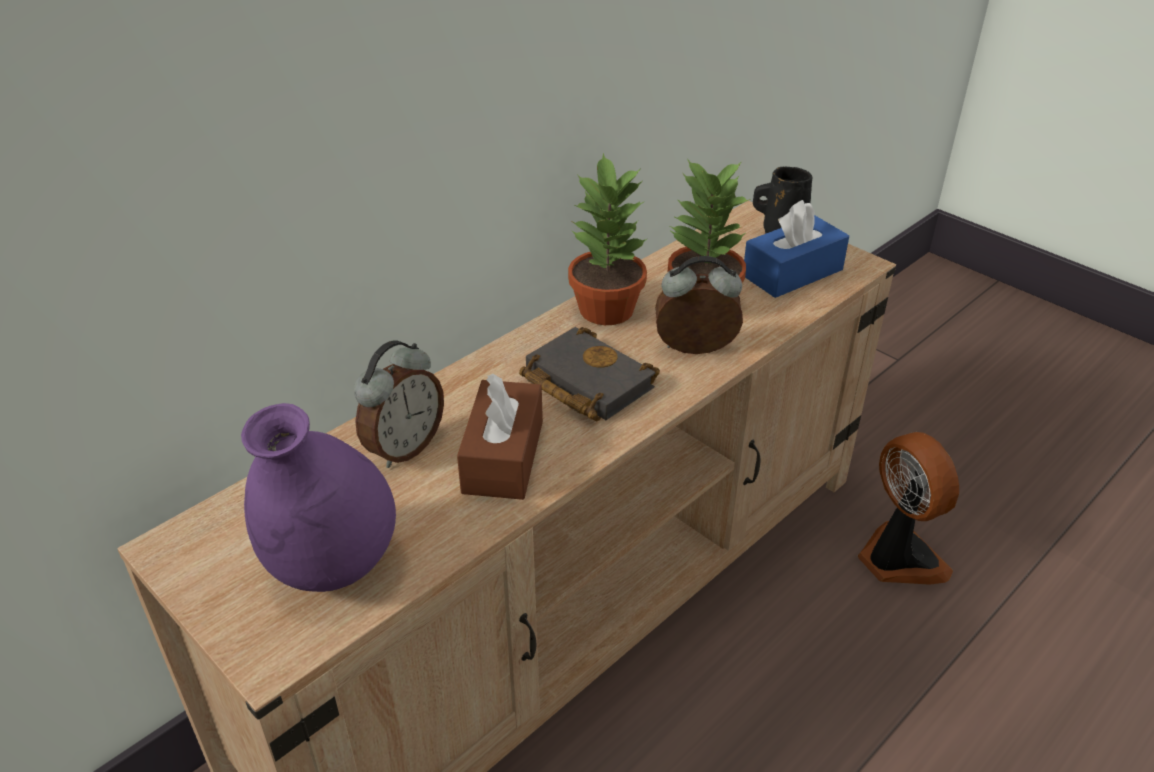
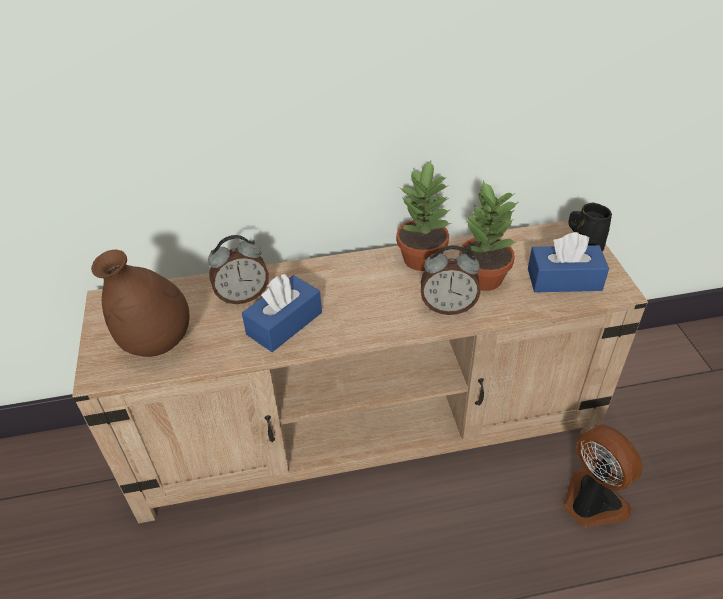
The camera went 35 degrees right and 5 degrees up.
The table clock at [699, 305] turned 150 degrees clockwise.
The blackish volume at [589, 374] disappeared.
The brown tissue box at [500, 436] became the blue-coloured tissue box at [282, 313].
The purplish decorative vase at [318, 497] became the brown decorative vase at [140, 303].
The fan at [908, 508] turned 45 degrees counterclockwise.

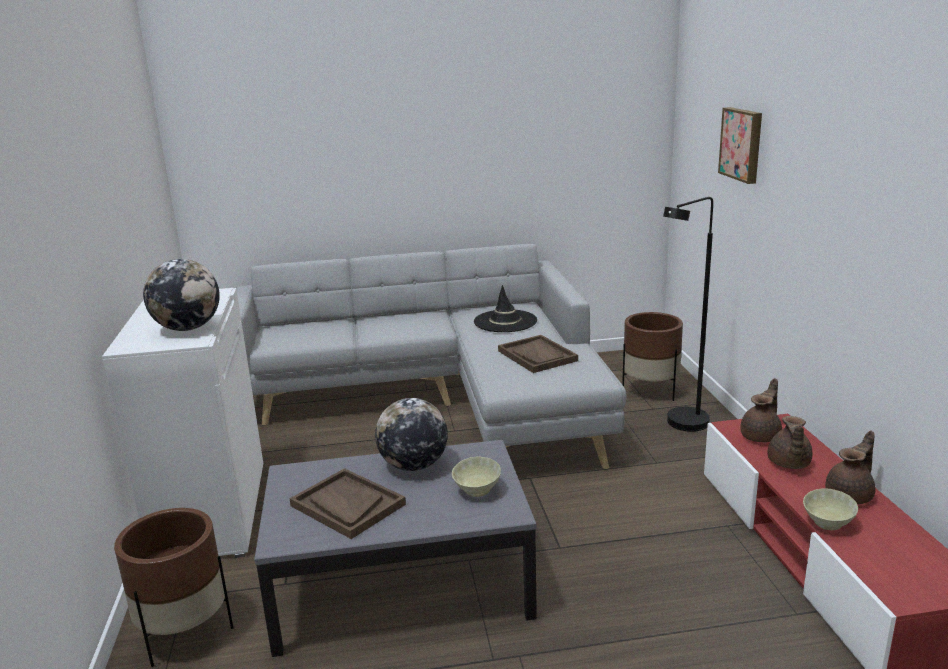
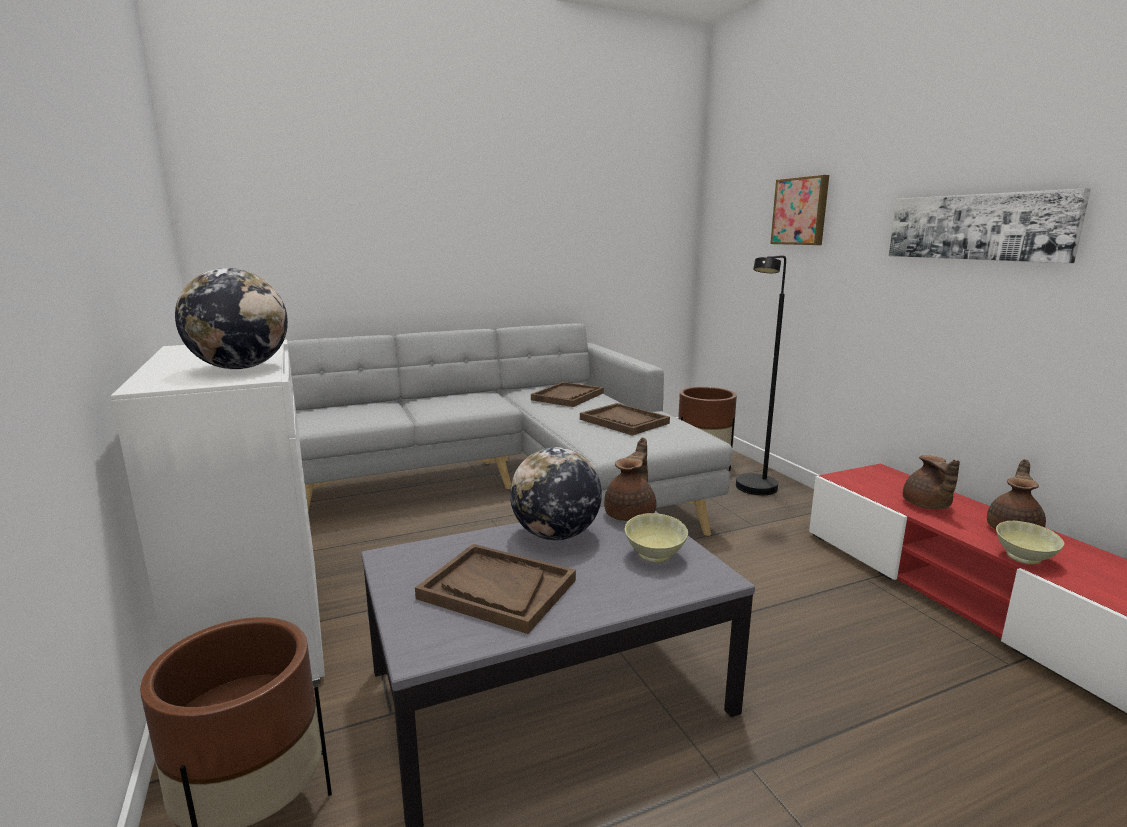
The camera went 15 degrees left and 5 degrees down.
The blackish wearable hat at [505, 308] was replaced by the brown serving tray at [567, 394].
The brown pot for tea moved from [761, 410] to [630, 479].
The picture at [990, 225] appeared.

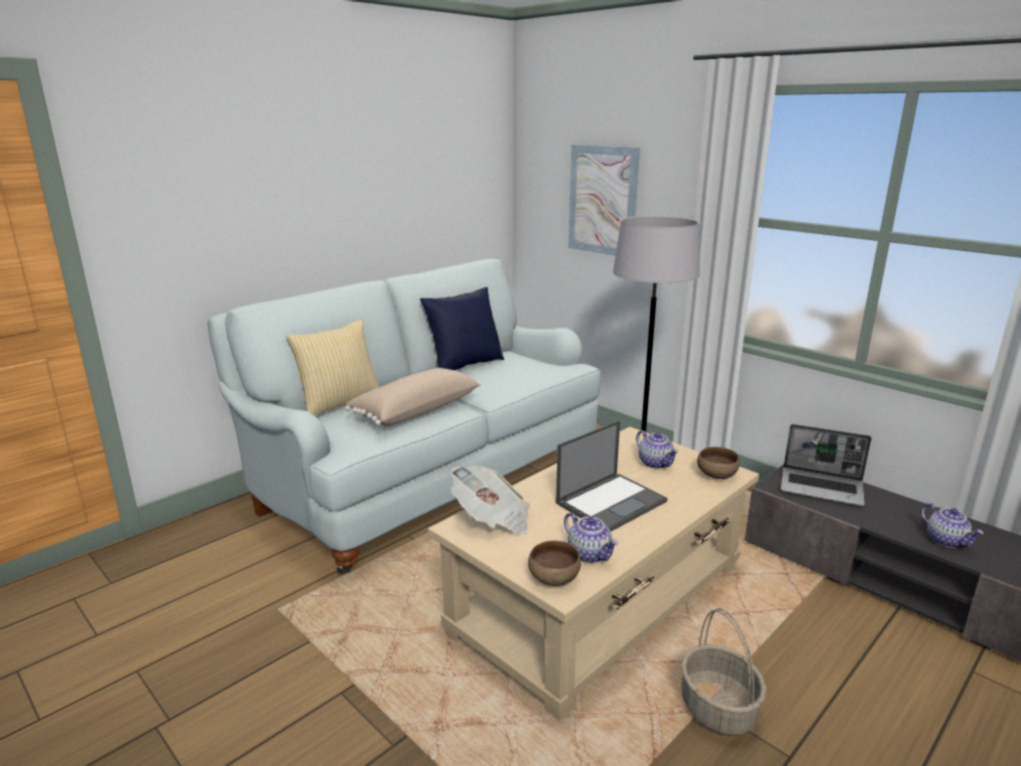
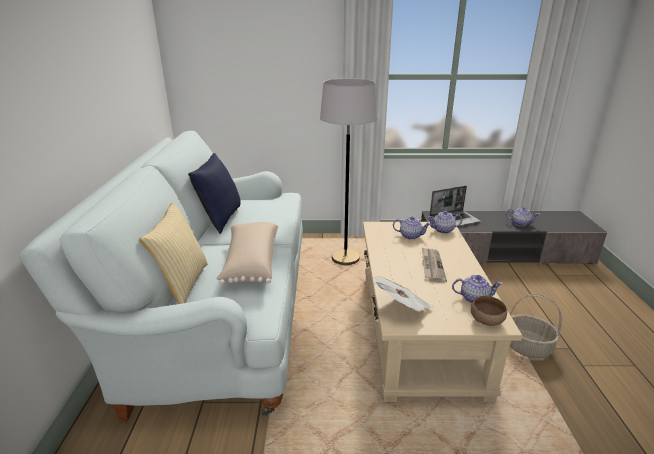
The camera went 45 degrees left and 5 degrees up.
The picture at [604, 200] disappeared.
The portable computer at [612, 475] was replaced by the daily paper at [434, 265].
The brown deep dish at [718, 463] was replaced by the pot for tea at [445, 222].

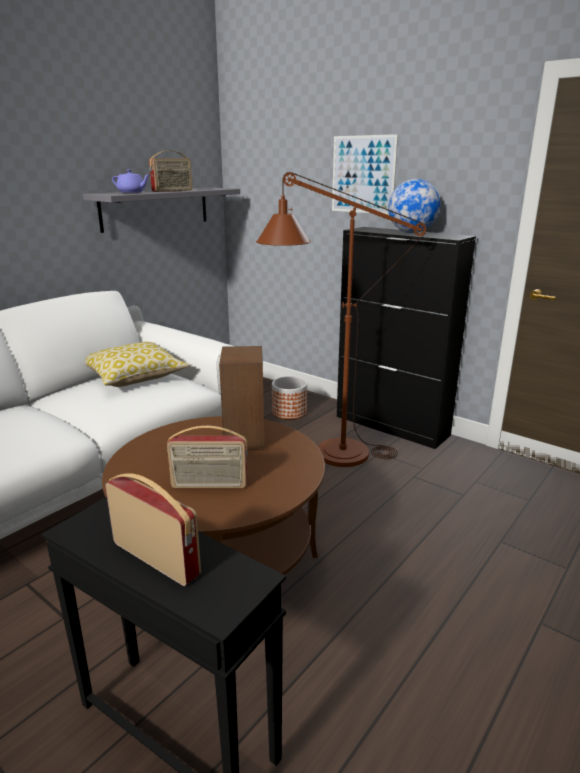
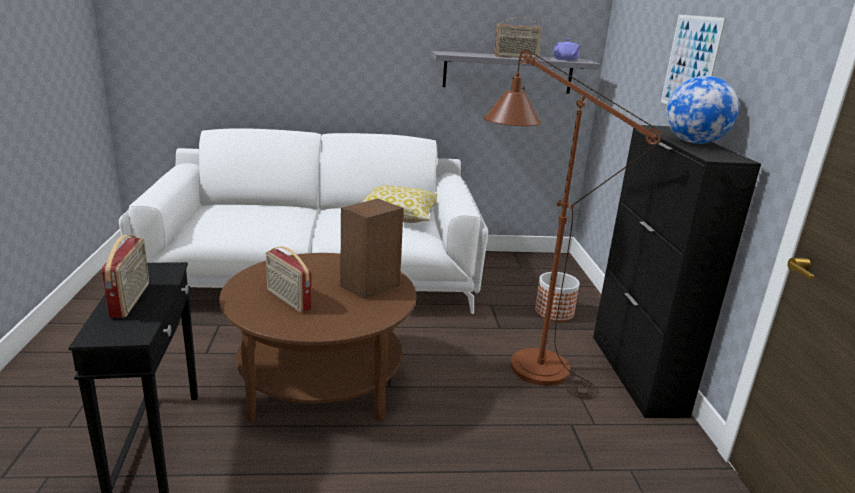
The camera went 45 degrees right and 0 degrees up.
The purplish pot for tea moved from [130, 181] to [567, 50].

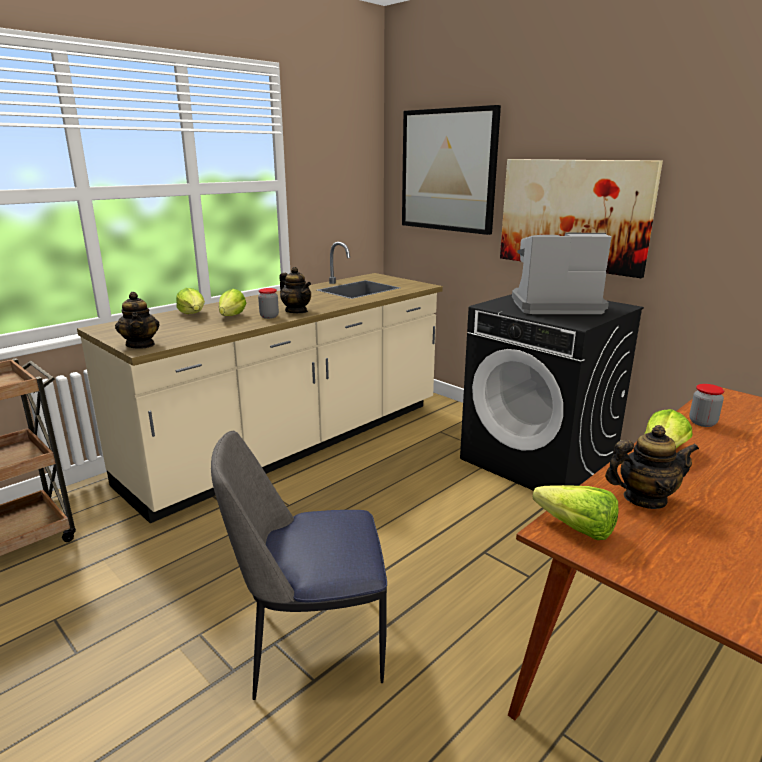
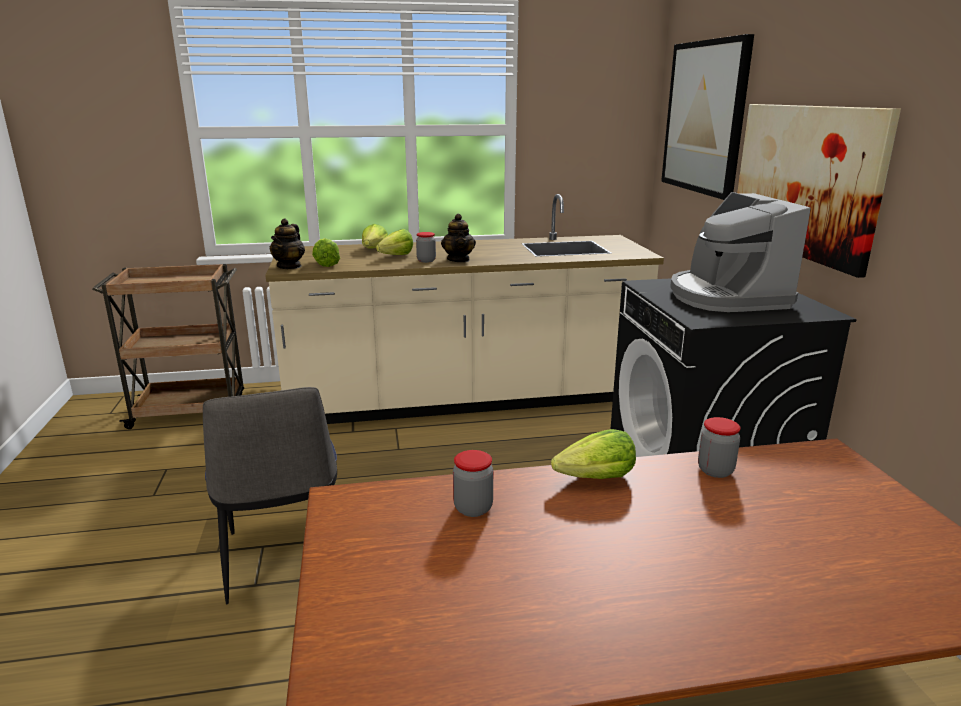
The camera went 35 degrees right and 0 degrees up.
The coffee machine at [562, 273] turned 135 degrees counterclockwise.
The pot for tea at [652, 467] was replaced by the preserve jar at [473, 483].
The chair at [299, 565] turned 135 degrees counterclockwise.
The head of lettuce moved from [576, 512] to [326, 252].

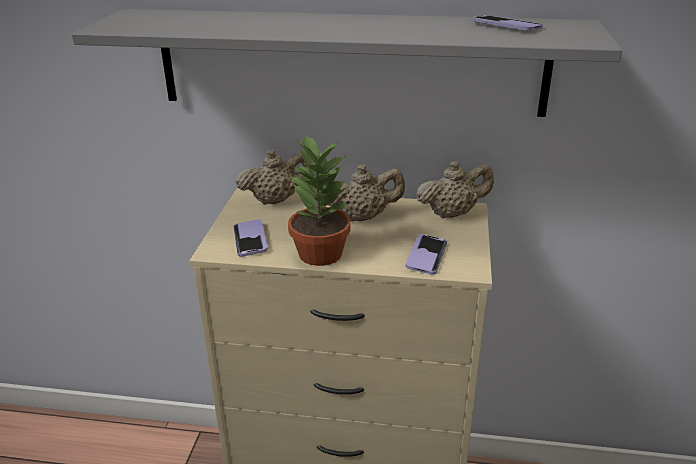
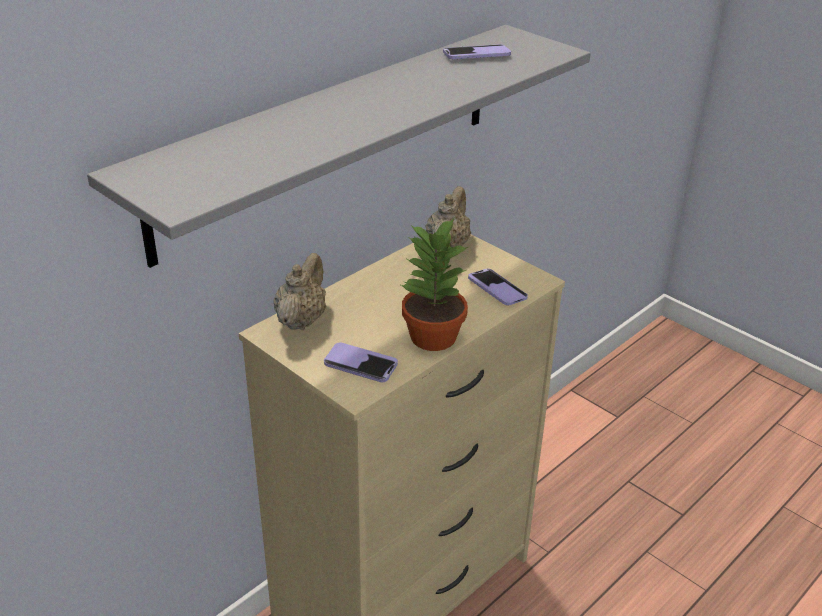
The camera went 55 degrees left and 5 degrees up.
The beige-coloured pot for tea at [366, 192] disappeared.

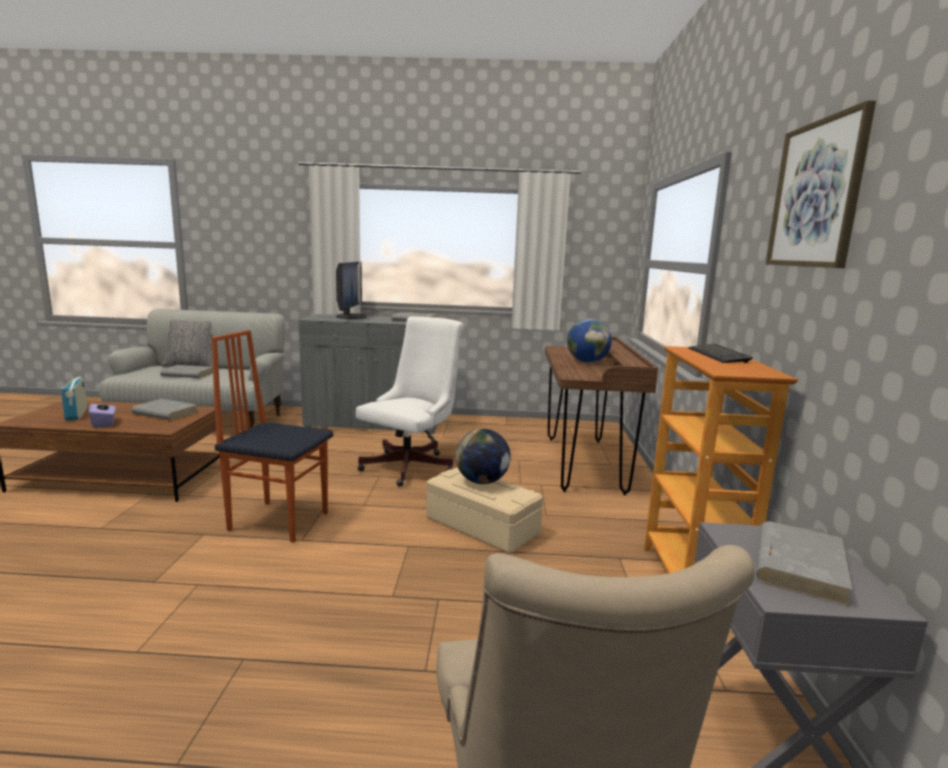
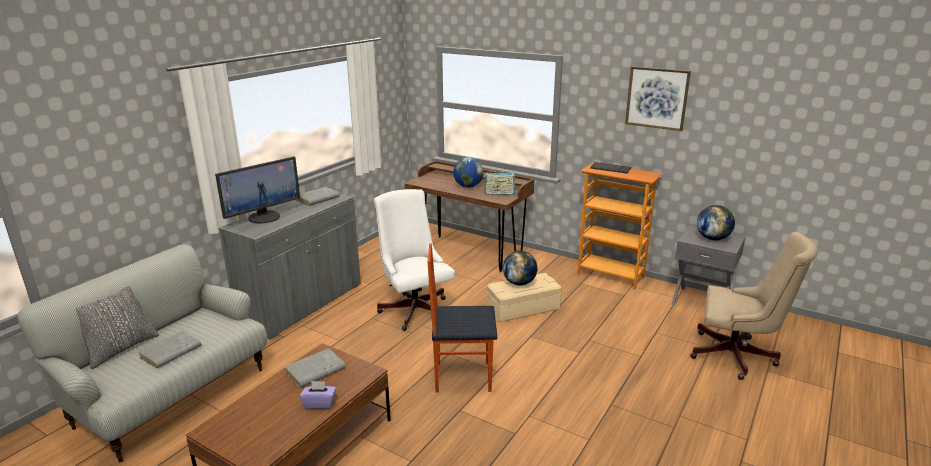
The camera went 60 degrees left and 10 degrees up.
The monitor at [351, 290] turned 105 degrees clockwise.
The chair at [272, 436] turned 45 degrees clockwise.
The radio receiver moved from [74, 396] to [499, 183].
The grey volume at [804, 564] was replaced by the desk globe at [716, 222].

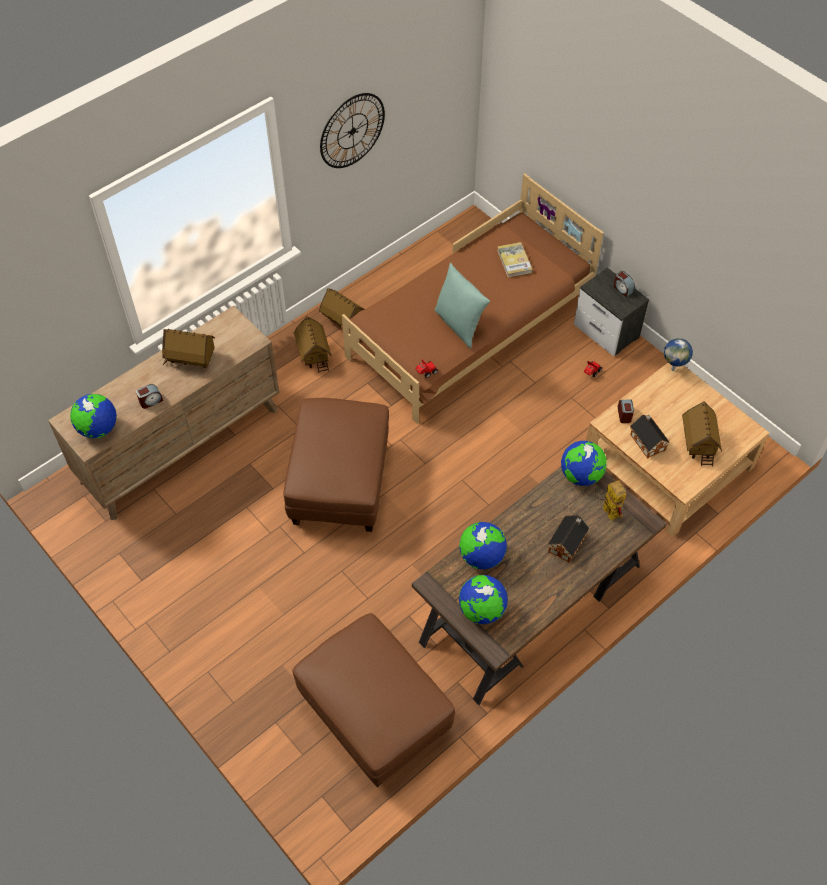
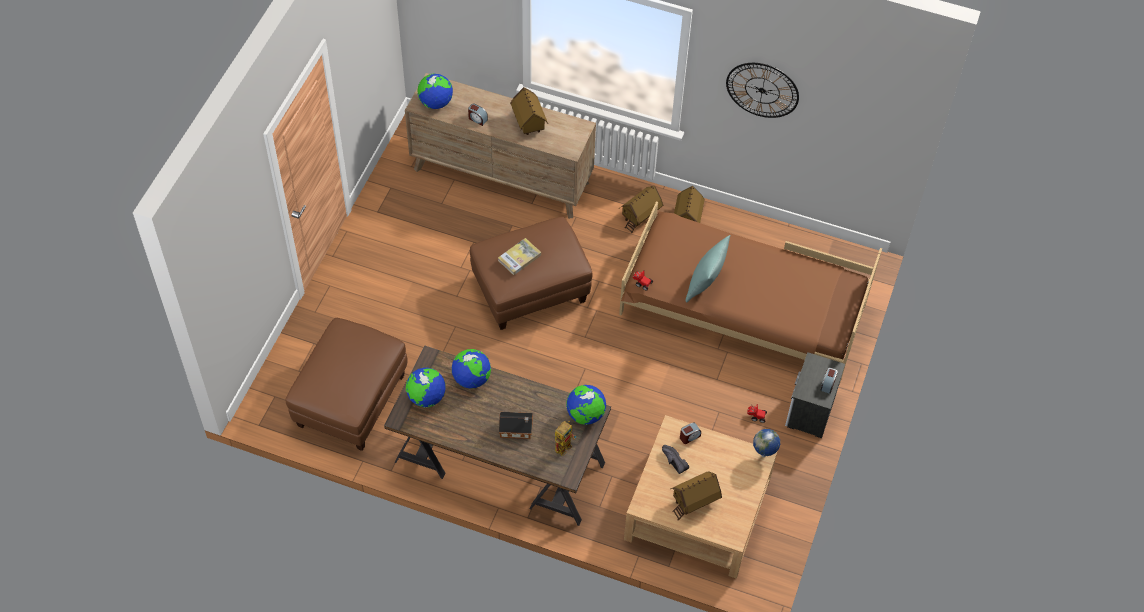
The camera went 60 degrees right and 0 degrees up.
The volume moved from [514, 259] to [519, 256].
The model house at [650, 437] was replaced by the blackish low shoe at [675, 459].

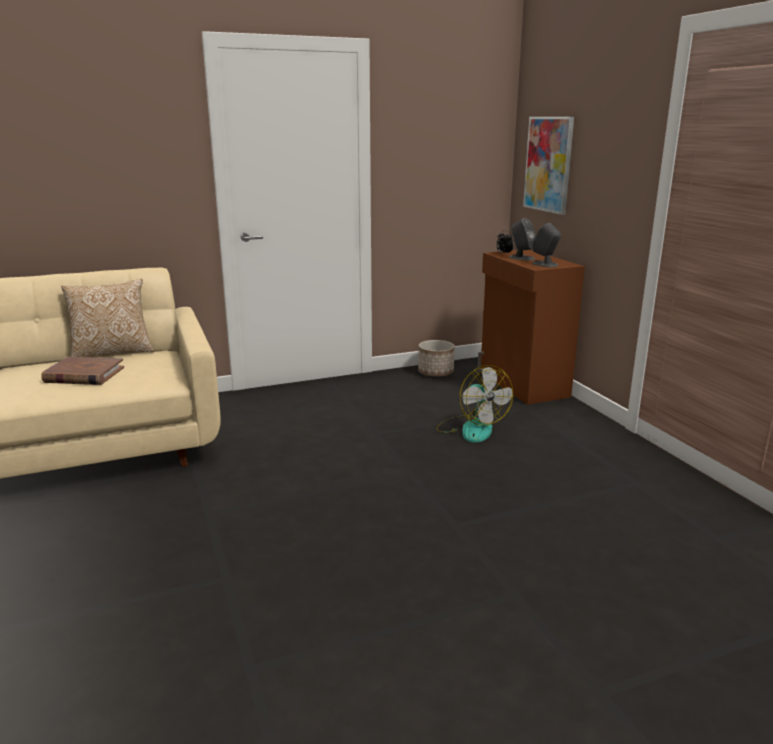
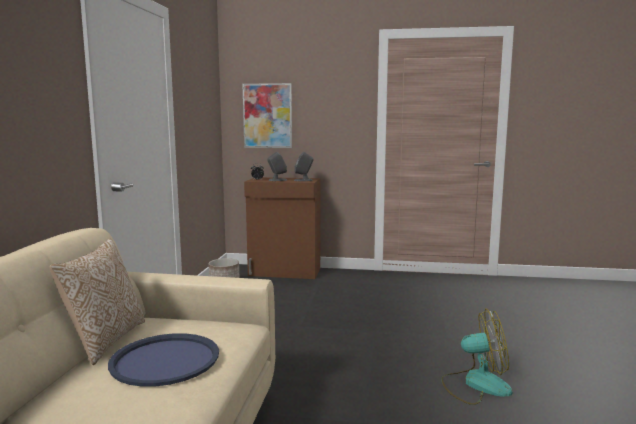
The camera went 60 degrees left and 10 degrees down.
The brown volume at [82, 371] was replaced by the blue-coloured serving tray at [163, 360].
The fan moved from [474, 404] to [477, 356].

